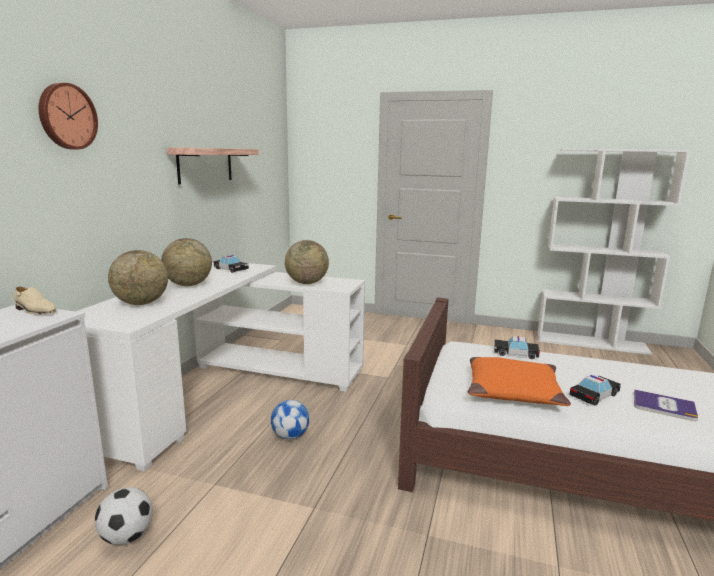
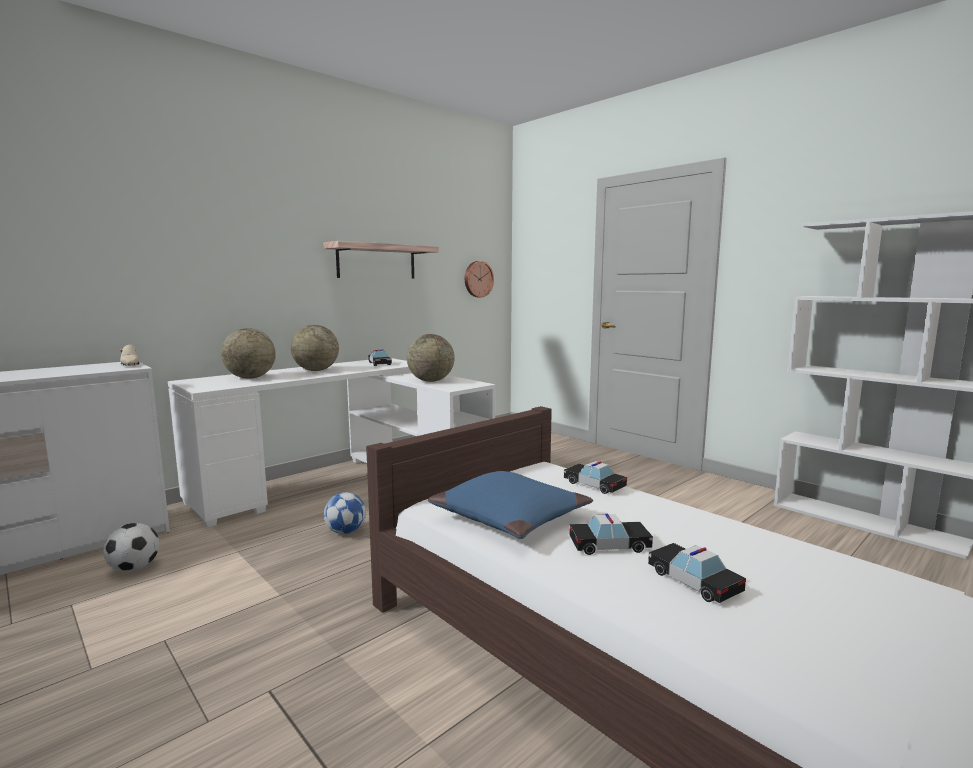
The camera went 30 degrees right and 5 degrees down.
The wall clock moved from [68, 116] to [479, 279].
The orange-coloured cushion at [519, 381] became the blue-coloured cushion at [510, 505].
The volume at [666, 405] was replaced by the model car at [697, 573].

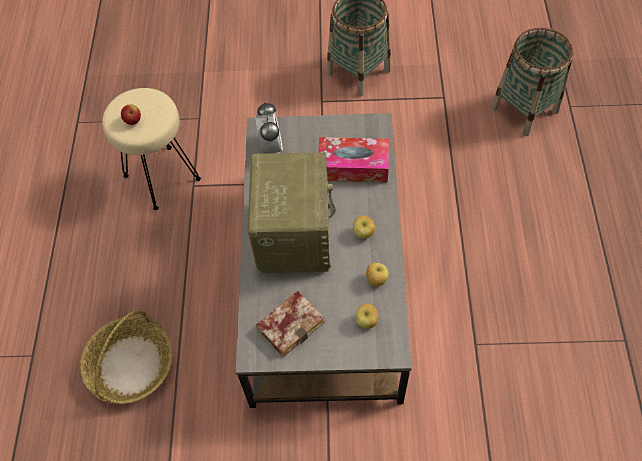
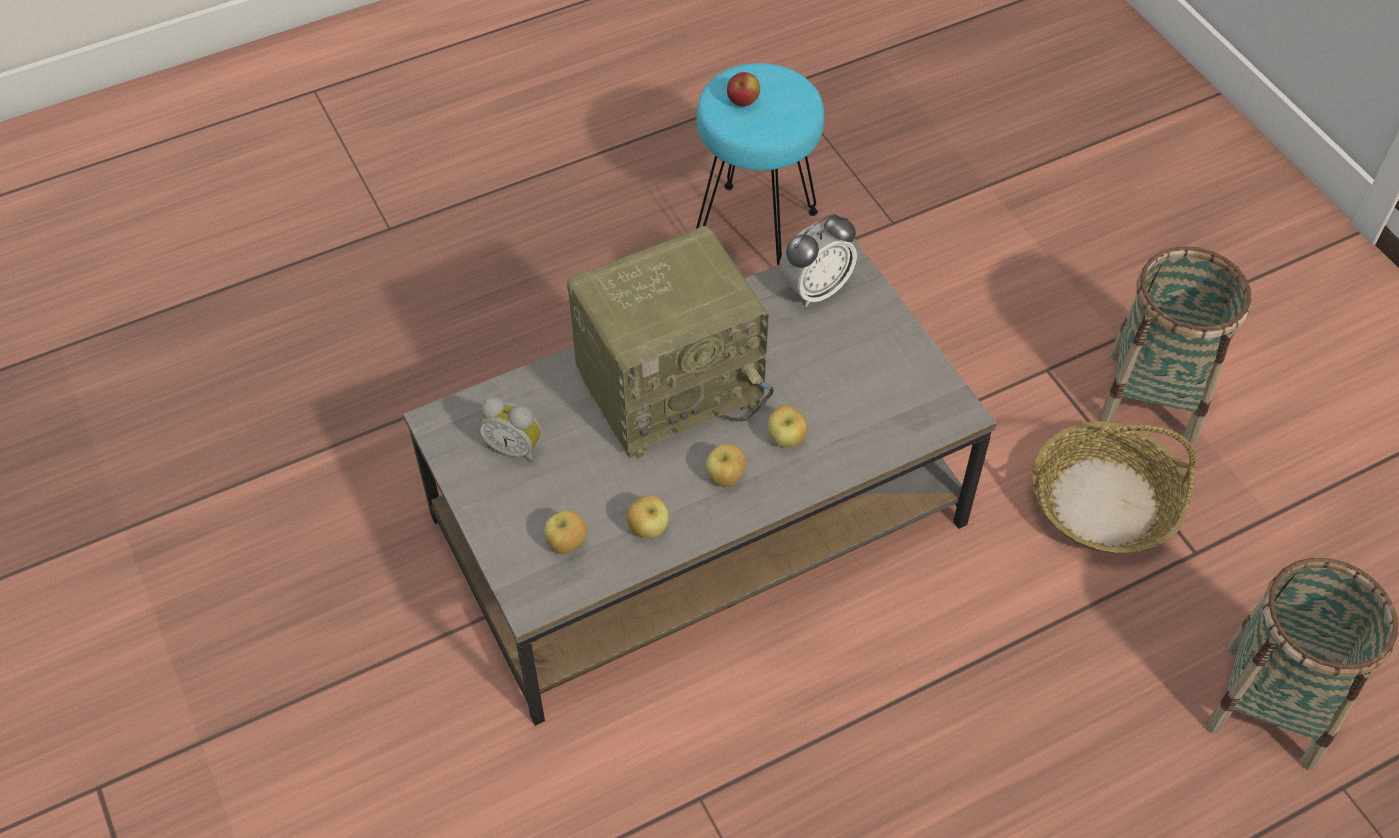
The camera went 60 degrees right and 5 degrees down.
The beige-coloured stool seat at [151, 149] became the turquoise stool seat at [760, 164].
The tissue box at [353, 160] disappeared.
The volume at [290, 324] was replaced by the table clock at [509, 430].
The basket moved from [126, 357] to [1114, 487].
The apple at [788, 426] appeared.

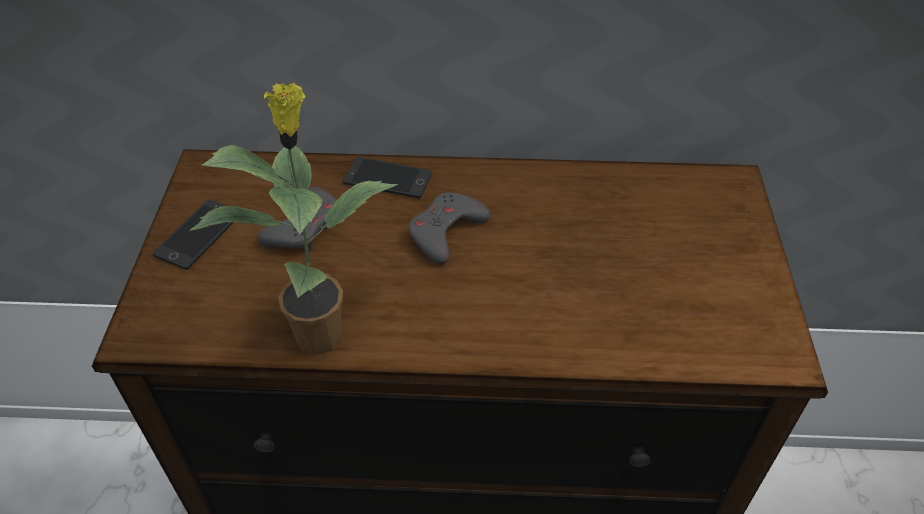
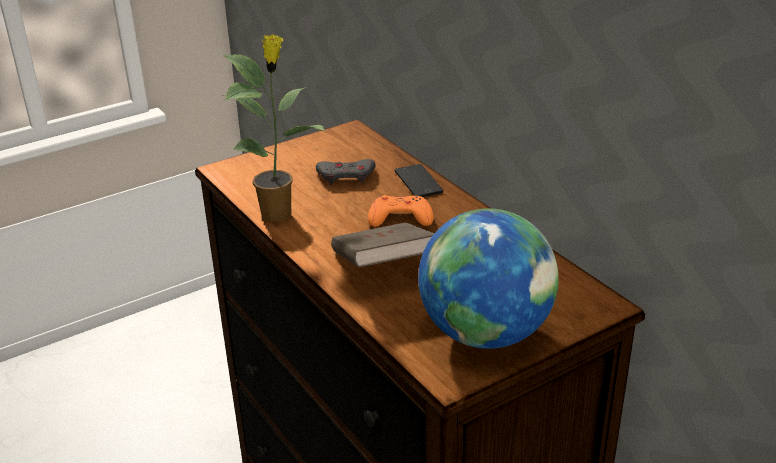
The camera went 55 degrees right and 15 degrees down.
The grey joypad at [449, 228] became the orange-coloured joypad at [401, 211].
The handset at [193, 235] disappeared.
The desk globe at [488, 278] appeared.
The brown volume at [382, 245] appeared.

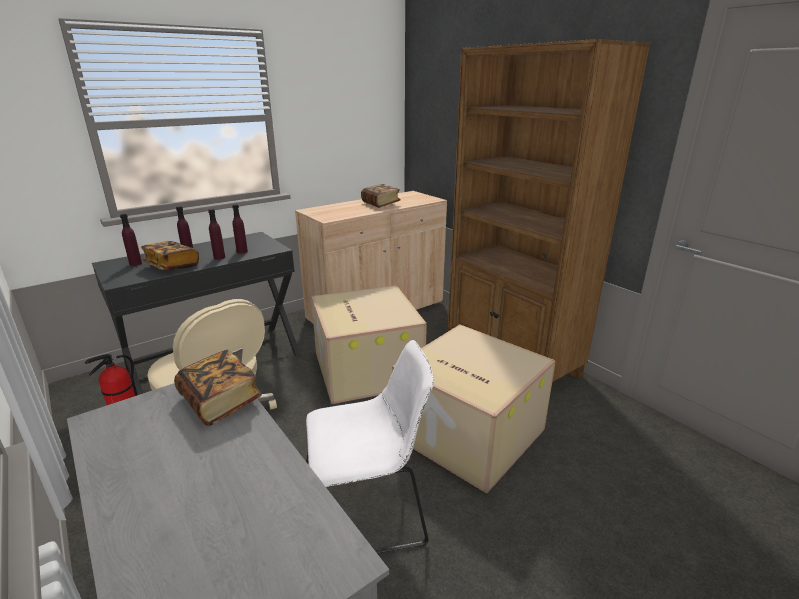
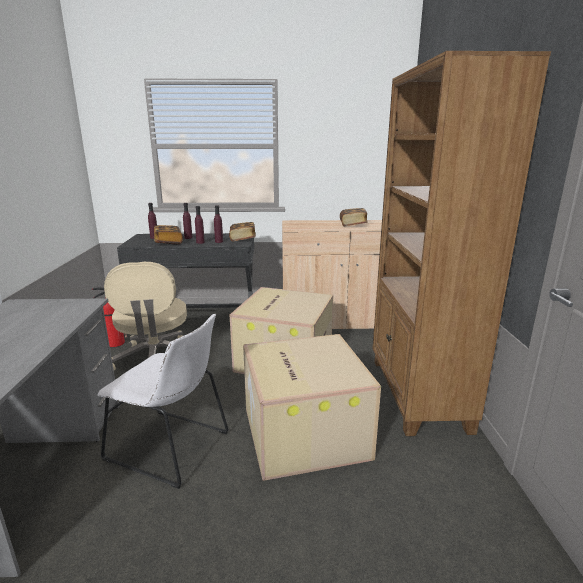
The camera went 35 degrees right and 5 degrees down.
The volume moved from [218, 387] to [242, 232].

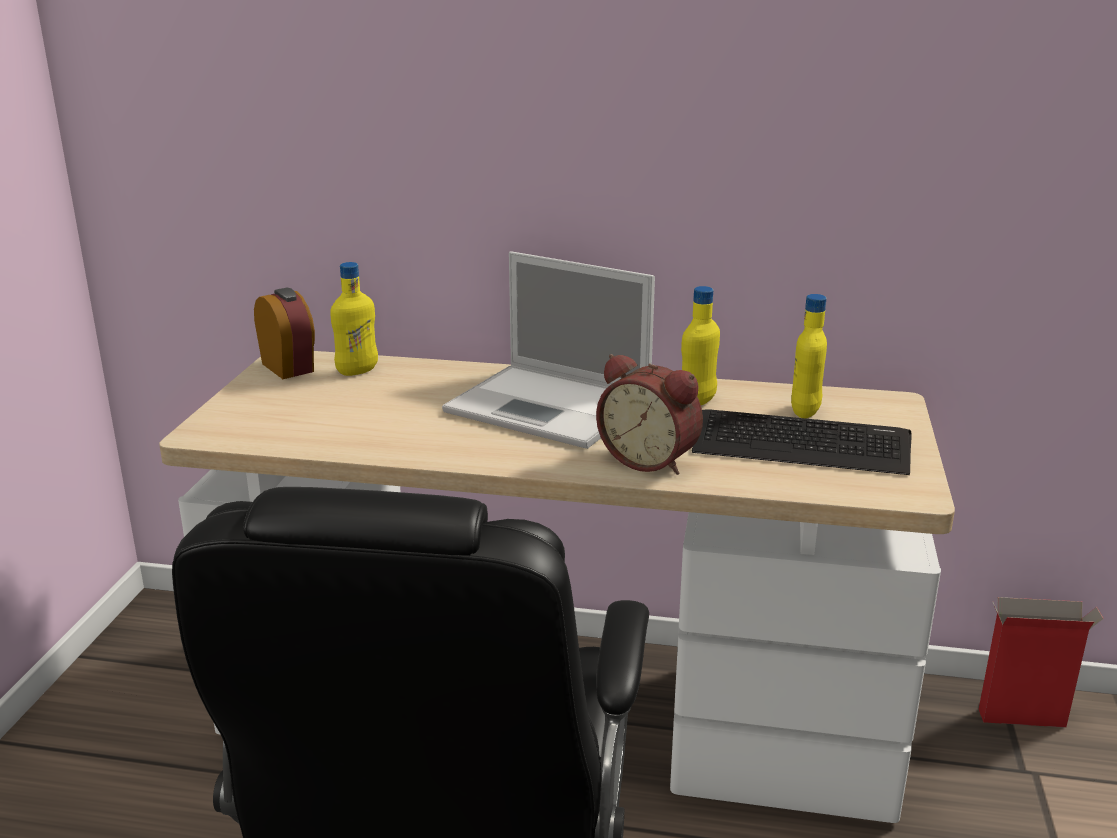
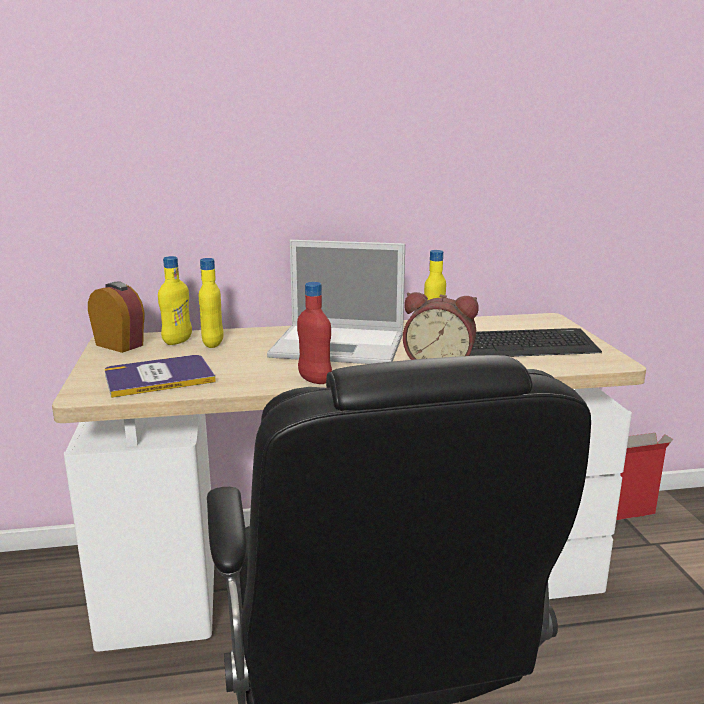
The camera went 20 degrees left and 5 degrees down.
The yellow-coloured drink bottle moved from [809, 356] to [211, 303].
The red drink bottle at [314, 333] appeared.
The volume at [160, 376] appeared.

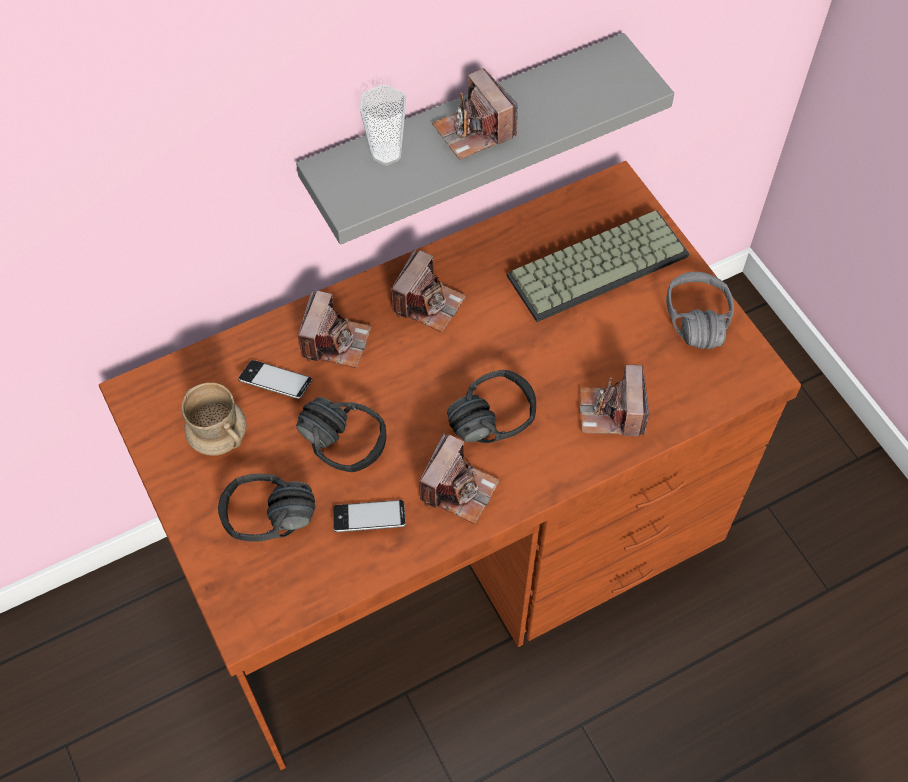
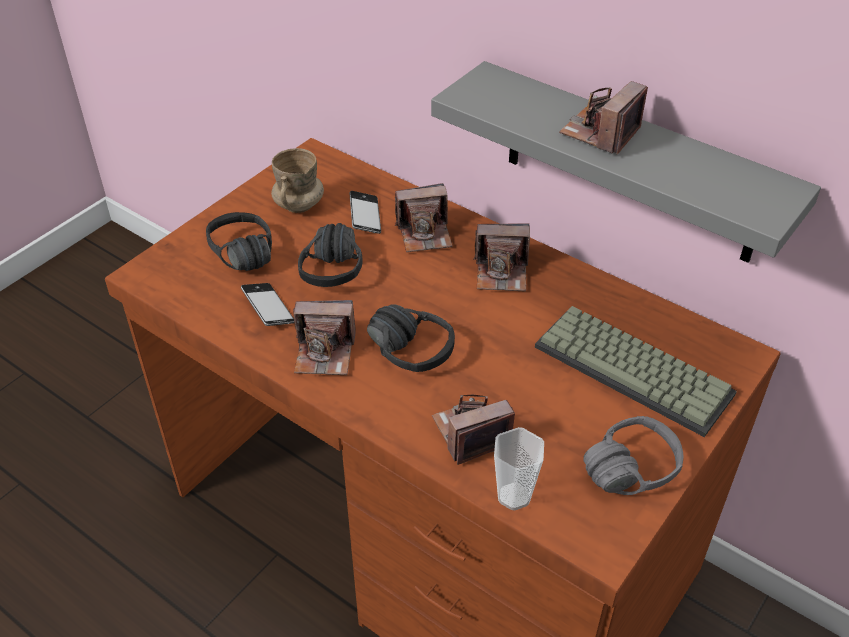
The camera went 65 degrees right and 15 degrees down.
The cup moved from [383, 124] to [519, 468].

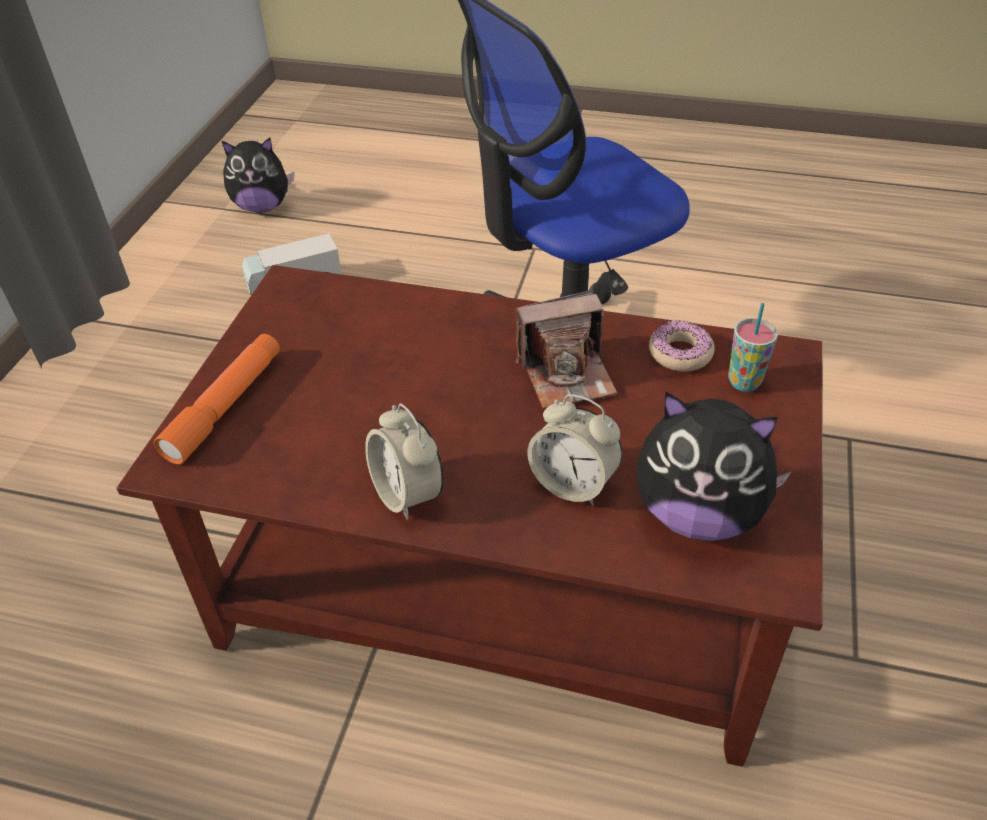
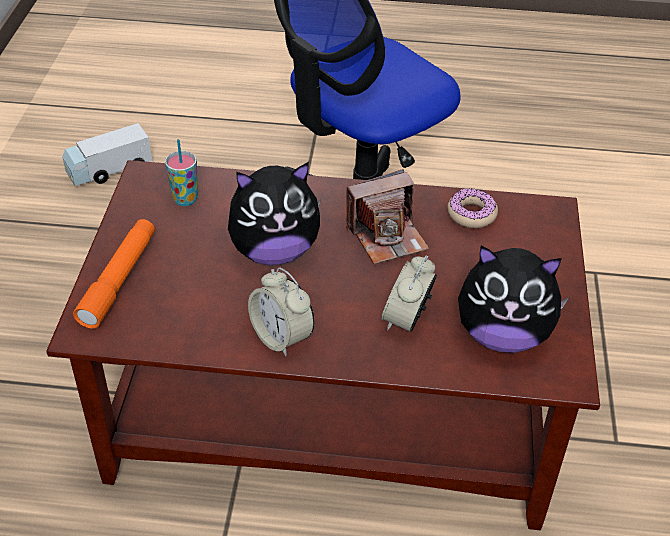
The camera went 10 degrees left and 0 degrees up.
The soft toy moved from [257, 175] to [274, 213].
The cup moved from [753, 347] to [181, 172].
The table clock at [575, 449] turned 90 degrees clockwise.

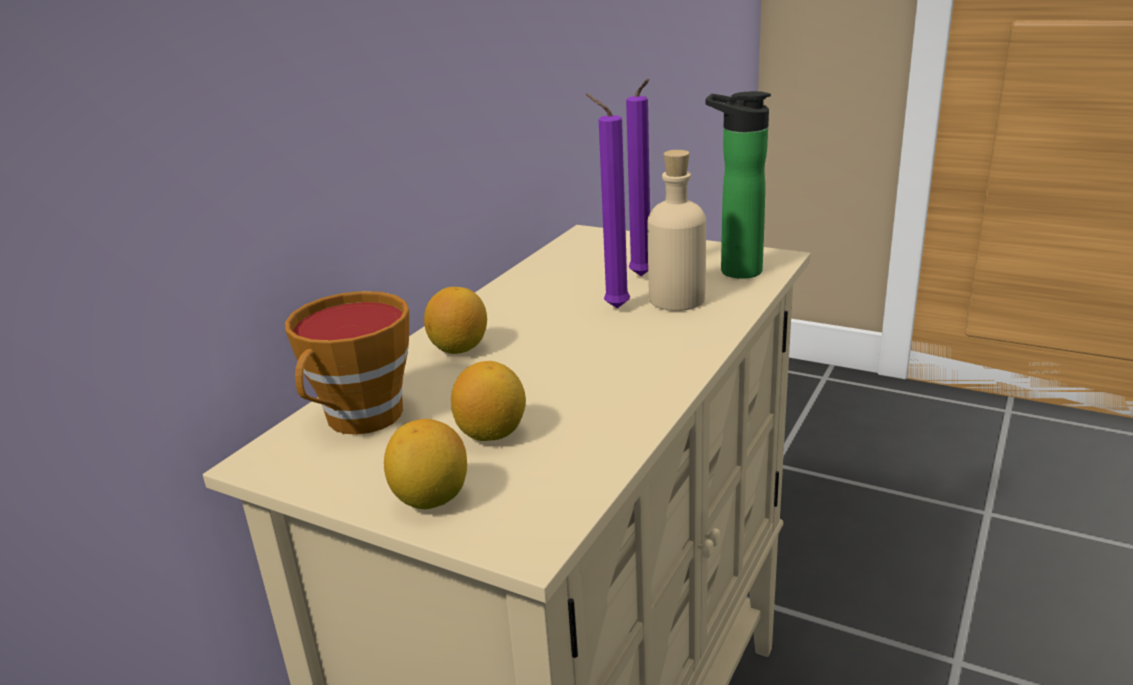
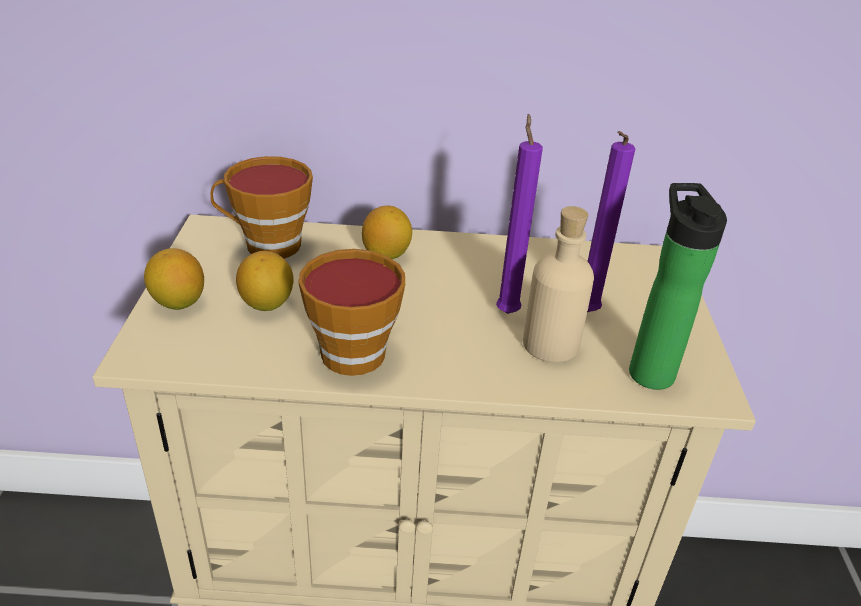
The camera went 60 degrees right and 10 degrees up.
The cup at [351, 312] appeared.

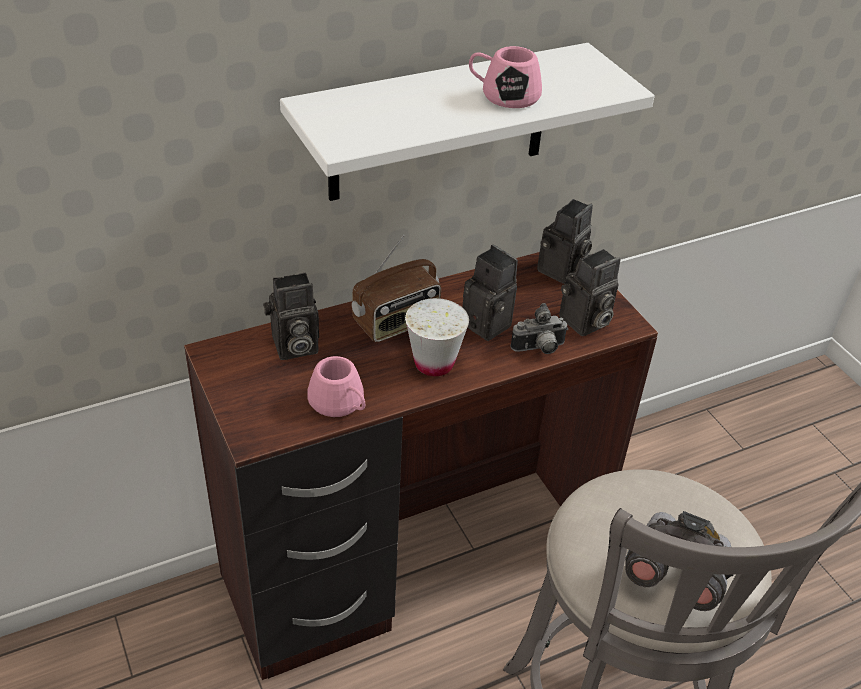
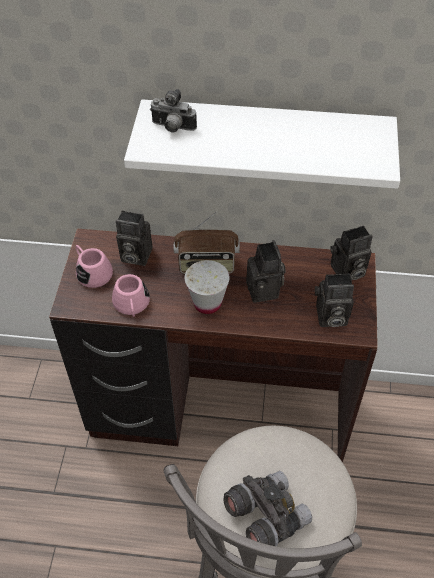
The camera went 35 degrees right and 10 degrees up.
The pink tea mug moved from [505, 77] to [94, 266].
The photo camera moved from [539, 328] to [173, 111].

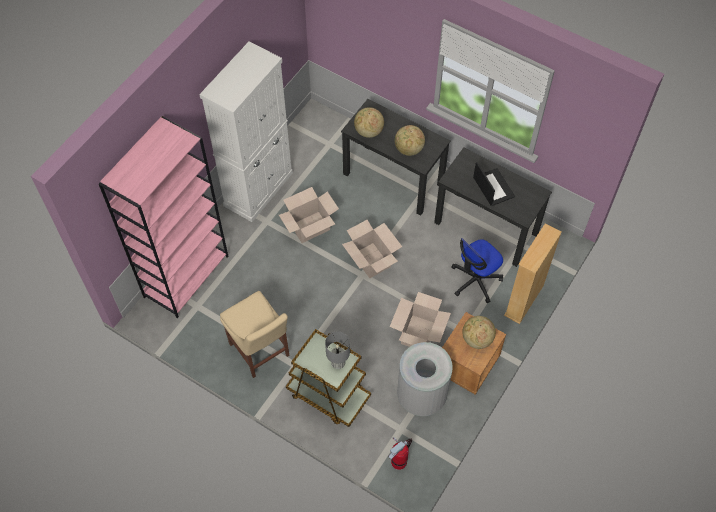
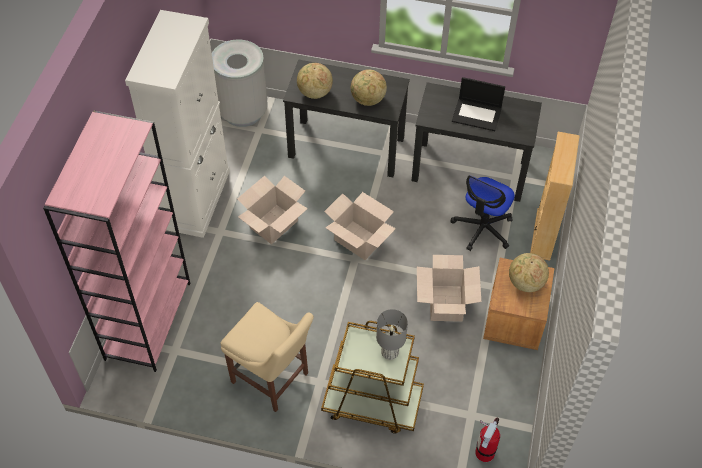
The camera went 20 degrees left and 5 degrees down.
The portable computer at [494, 184] turned 150 degrees clockwise.
The grey rubbish bin moved from [425, 379] to [240, 83].

